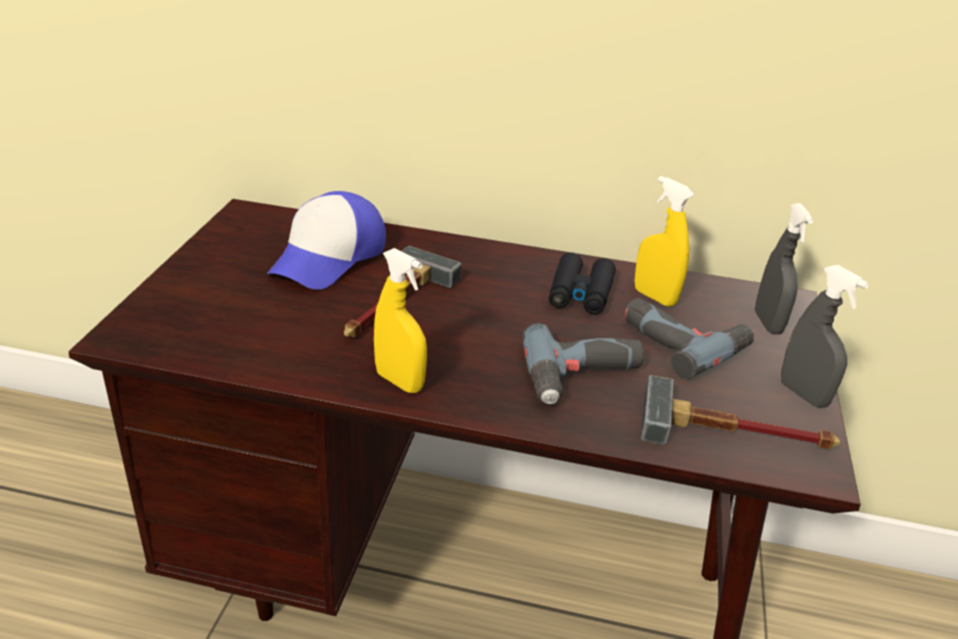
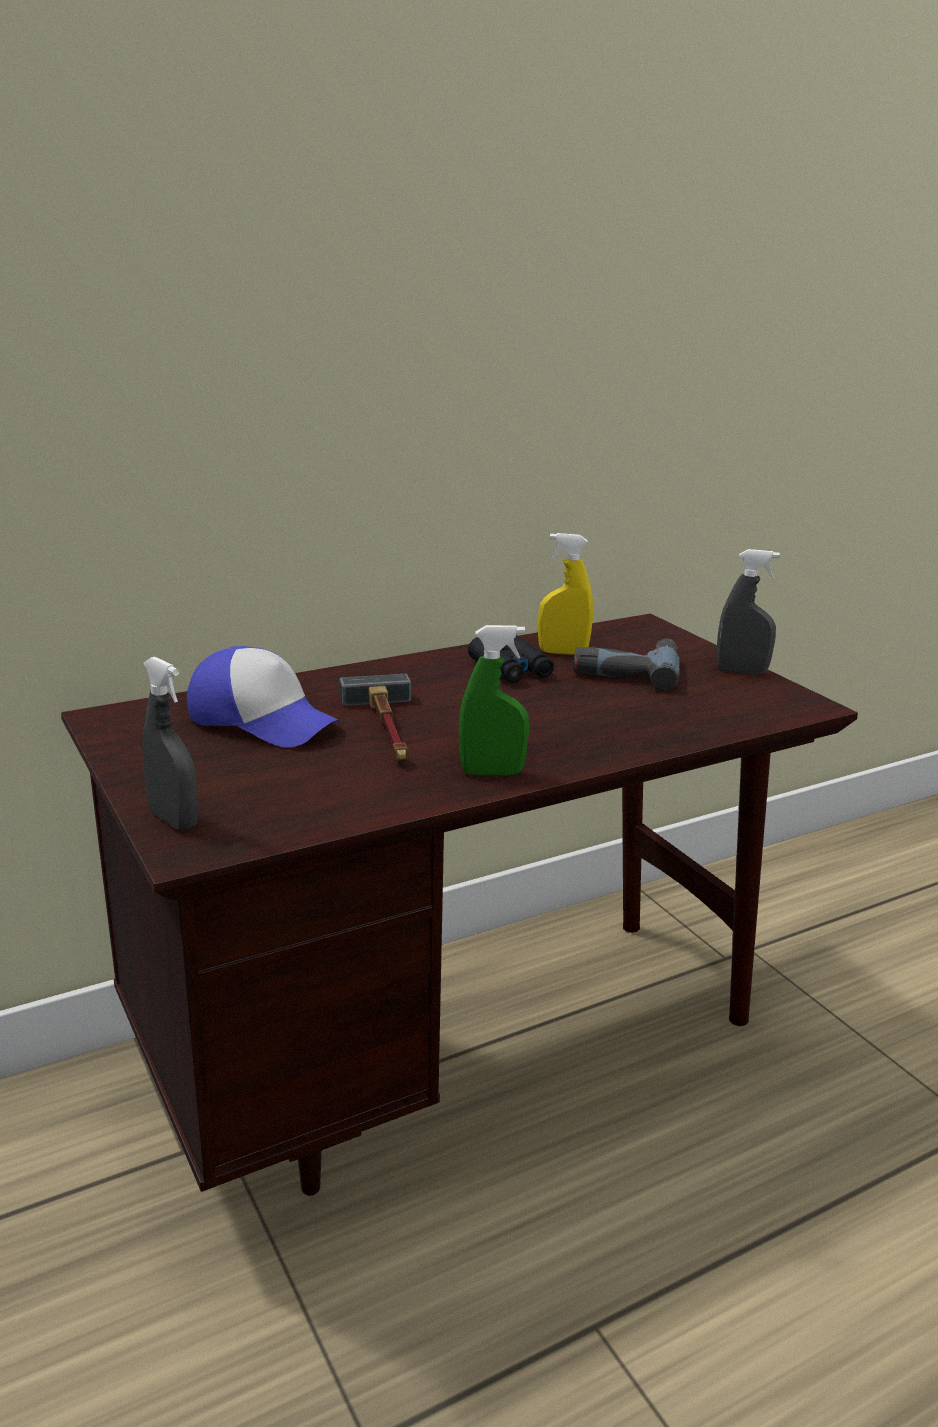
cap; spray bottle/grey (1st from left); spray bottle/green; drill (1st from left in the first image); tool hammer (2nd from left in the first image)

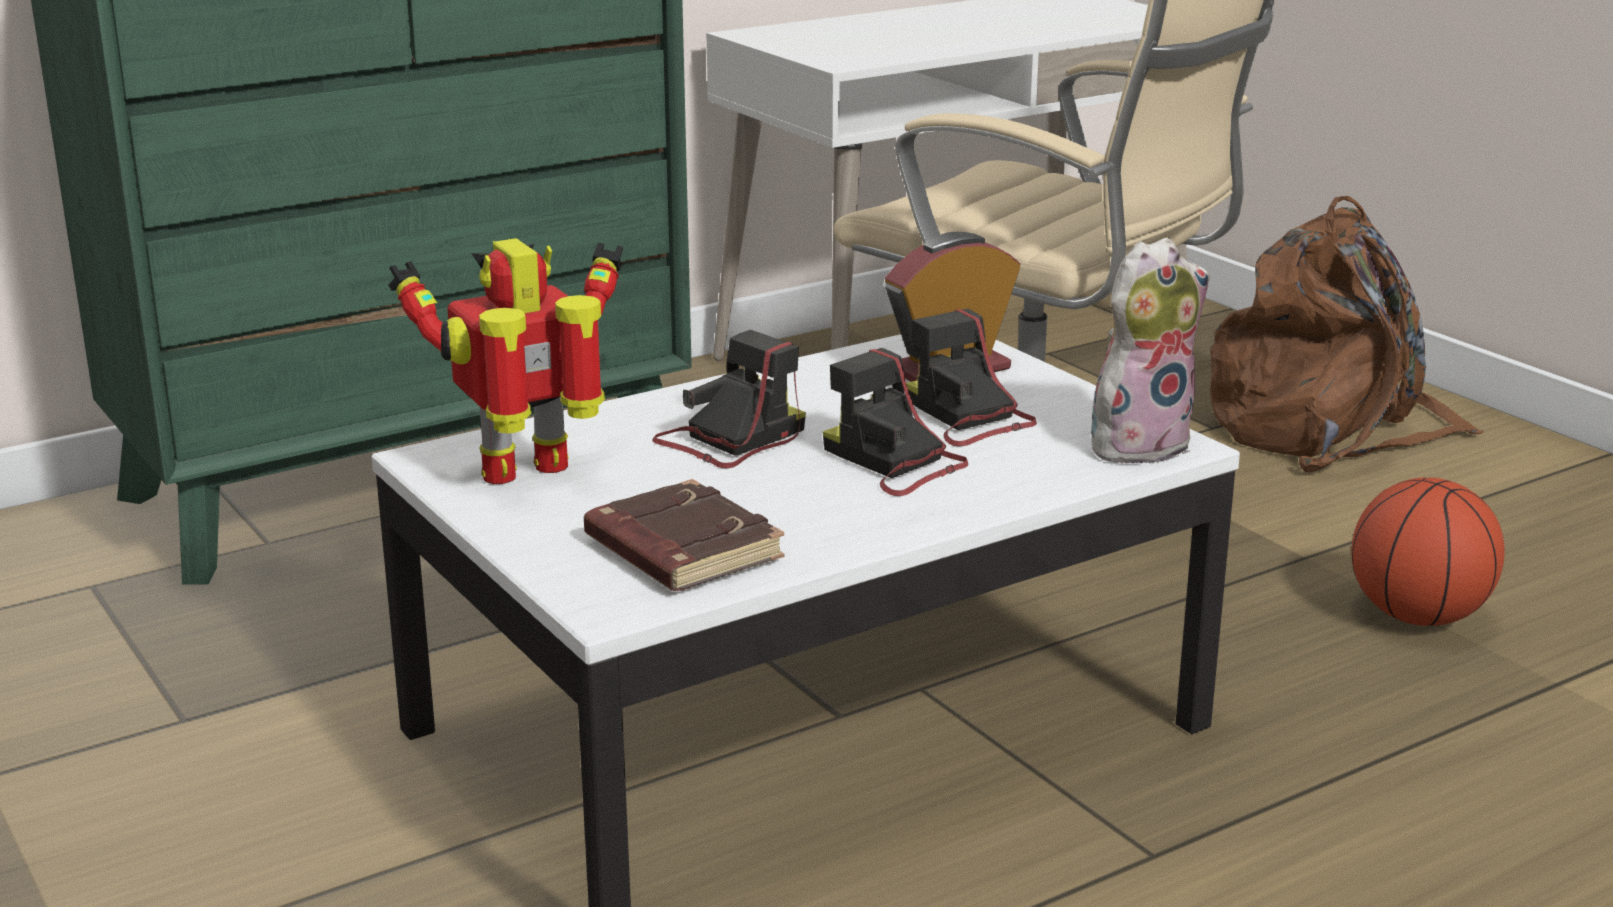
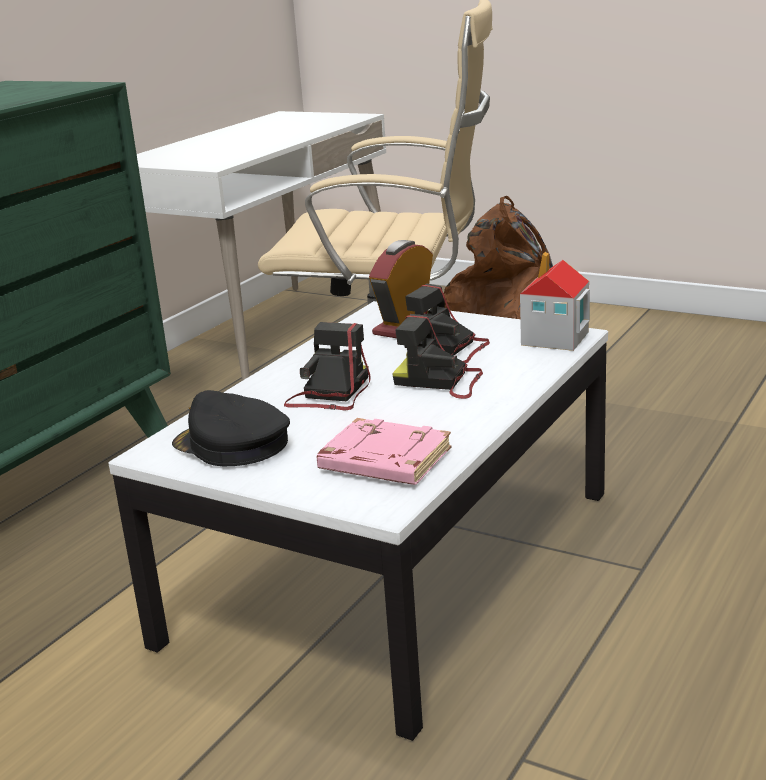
model house; cap/black; basketball ball; bound book/pink

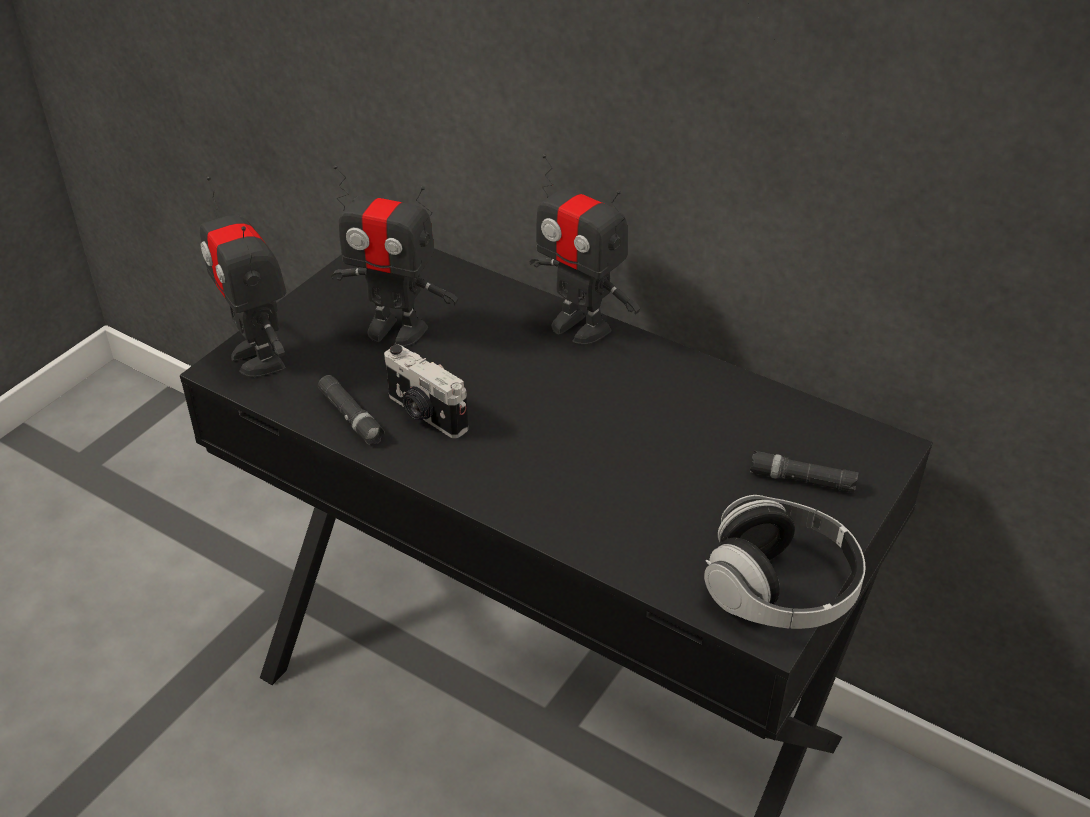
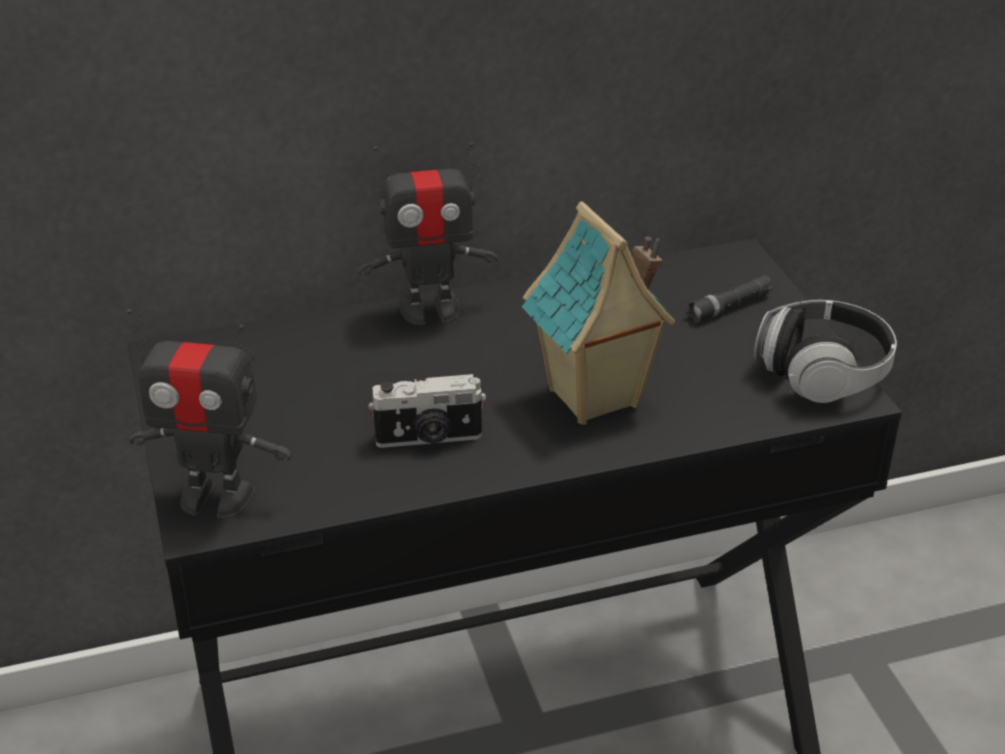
model robot (2nd from left in the first image); hand torch/black (1st from left in the first image); model house

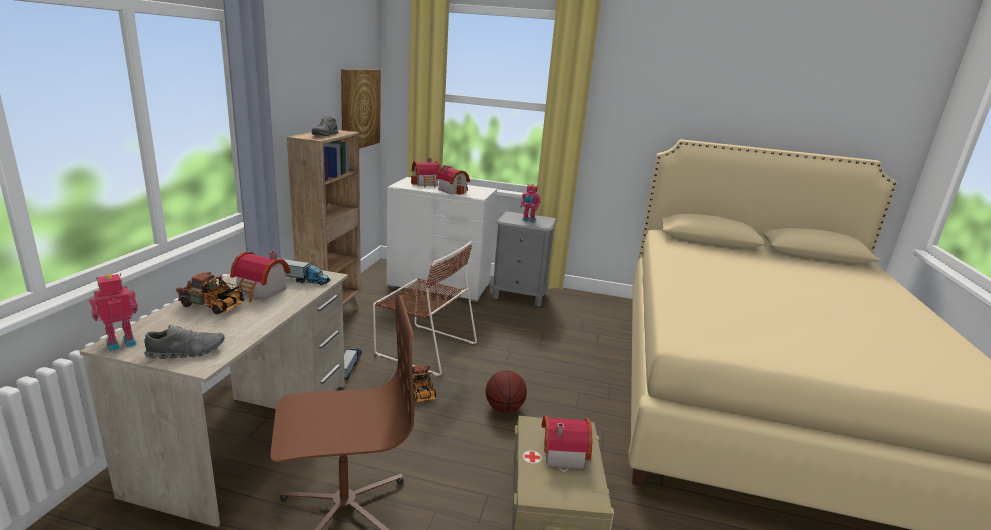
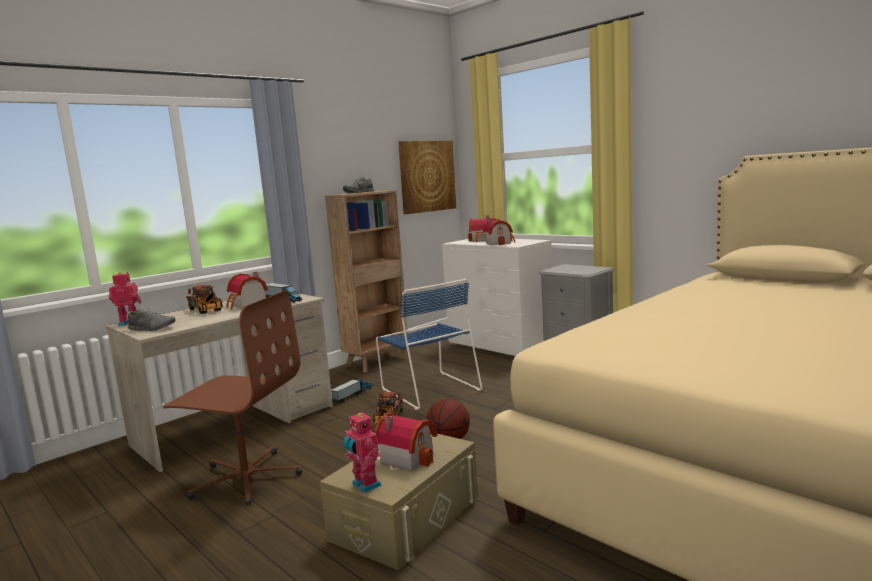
model robot (2nd from left); upright chair/blue

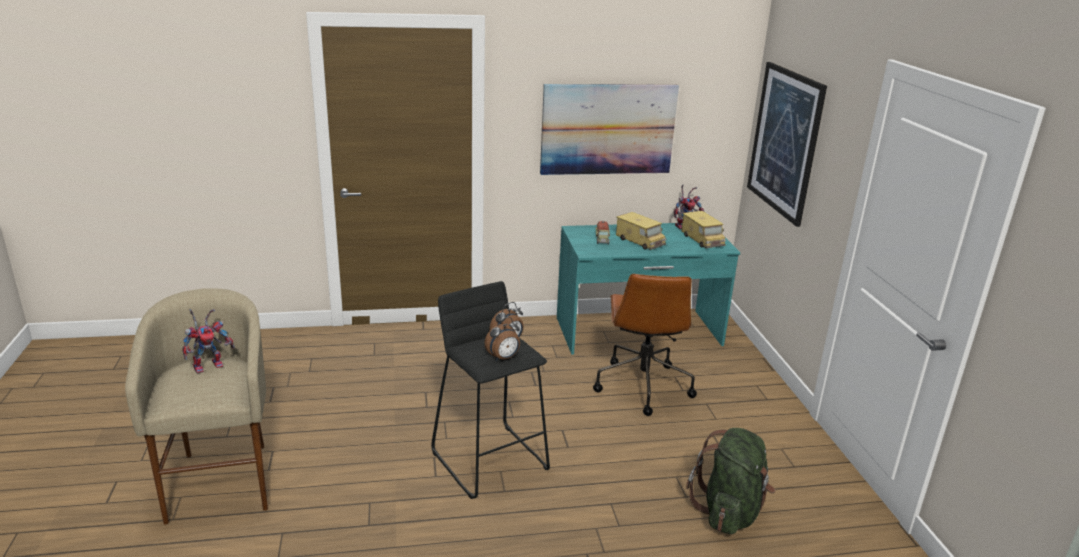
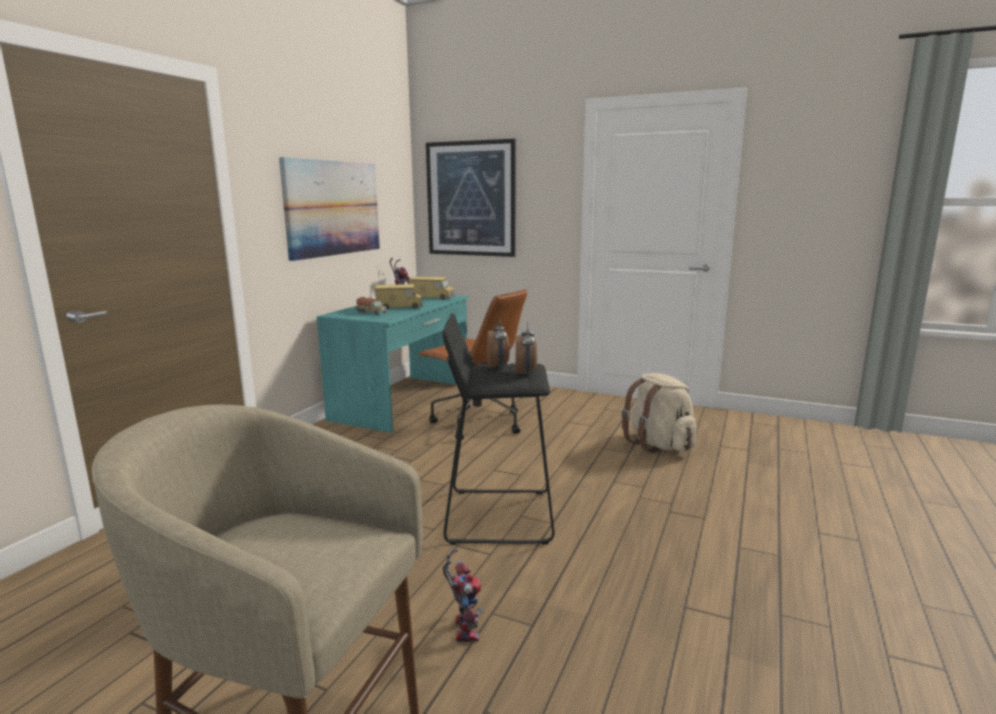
model robot (2nd from left); backpack/beige-coloured

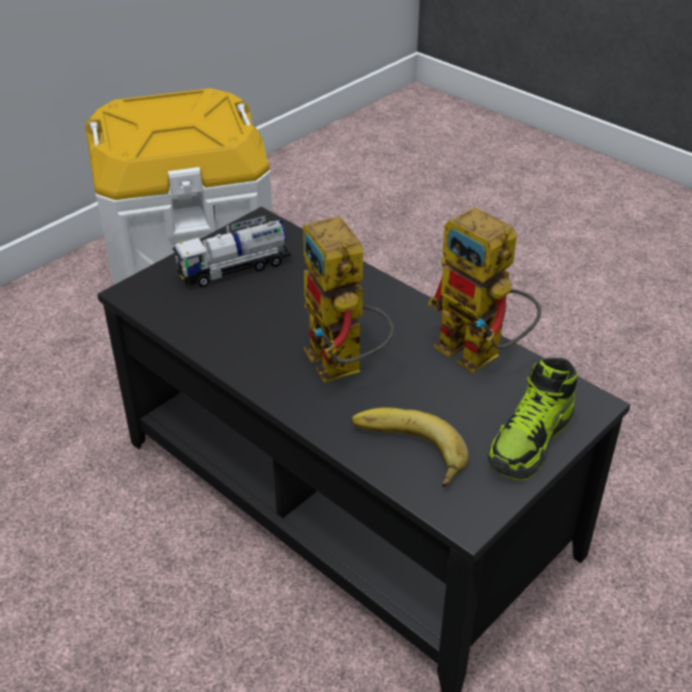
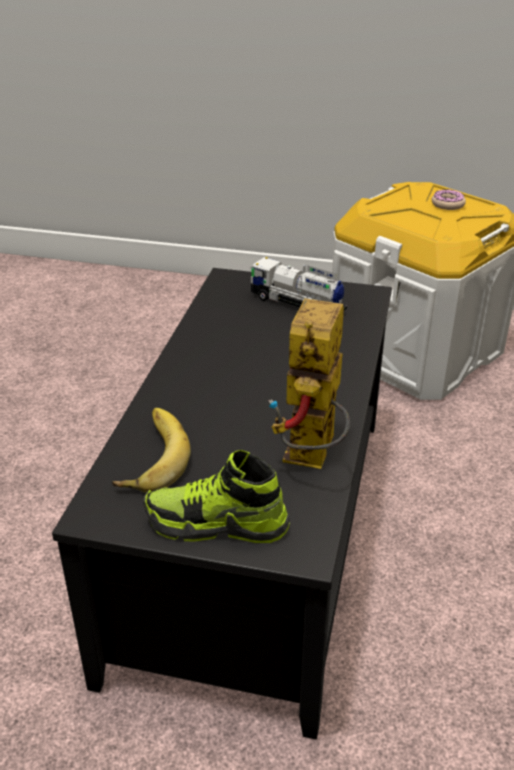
model robot (1st from left in the first image); ring doughnut

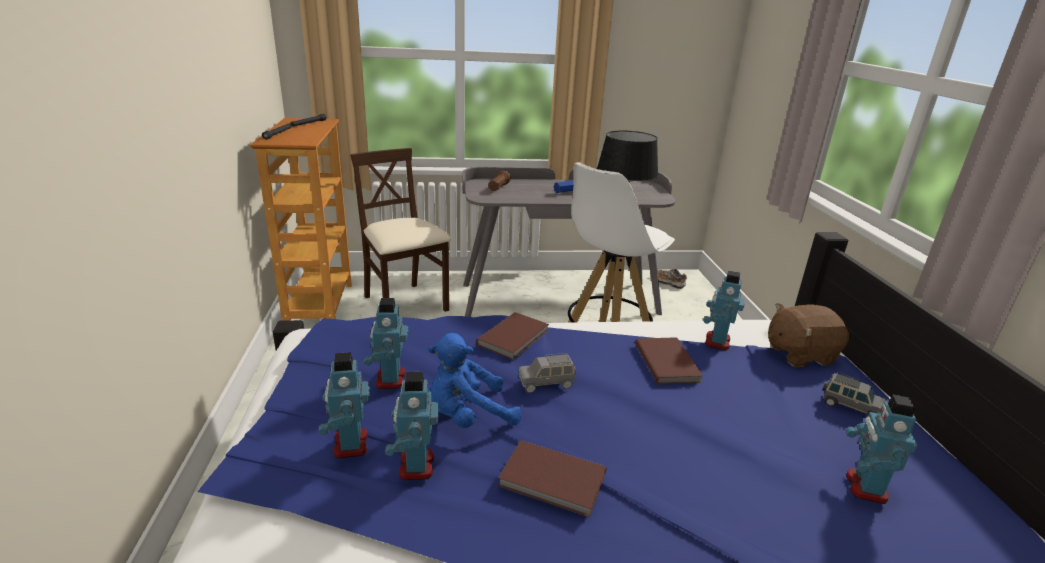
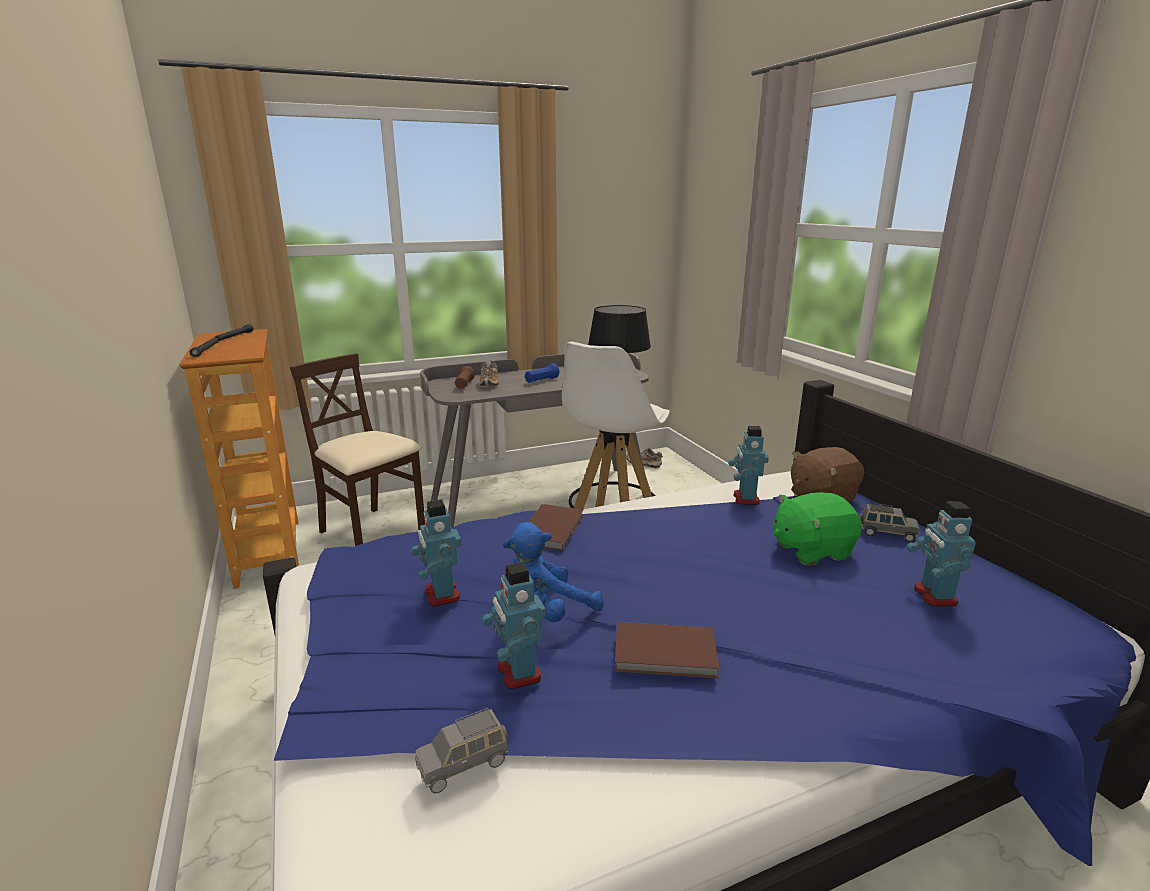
bound book/brown-coloured (3rd from left in the first image); model robot (1st from left in the first image); miniature car/grey (1st from left); shoe (1st from left); cuddly toy/green

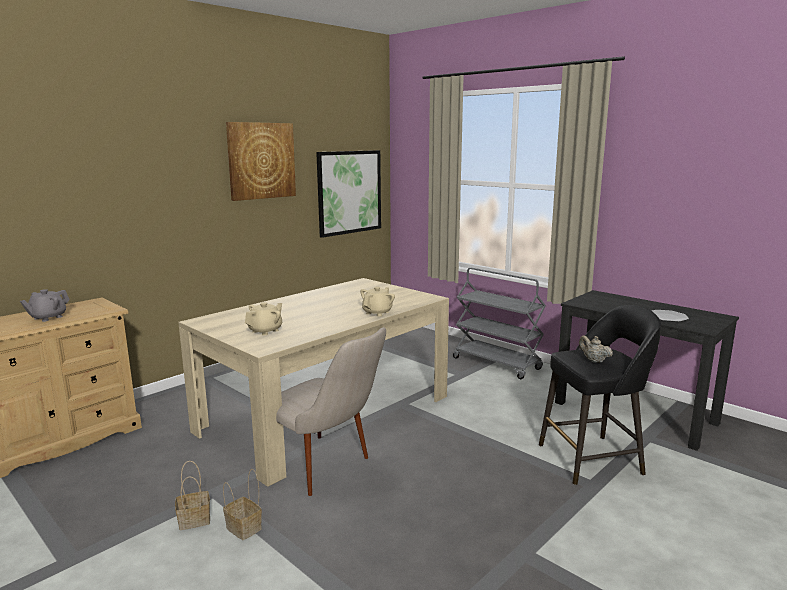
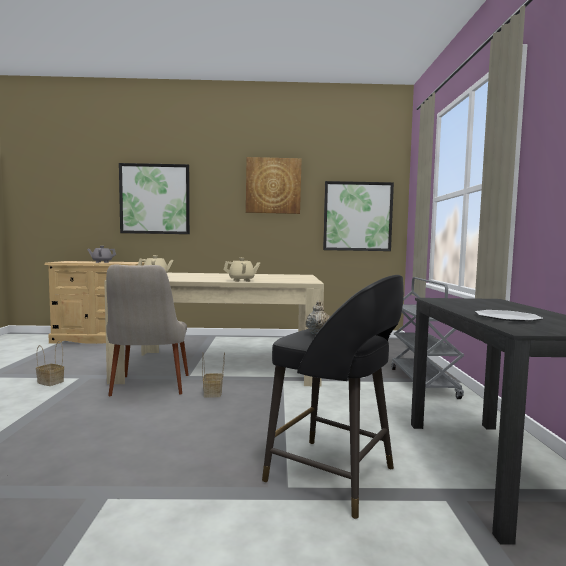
basket (2nd from left); wall art (1st from left)

